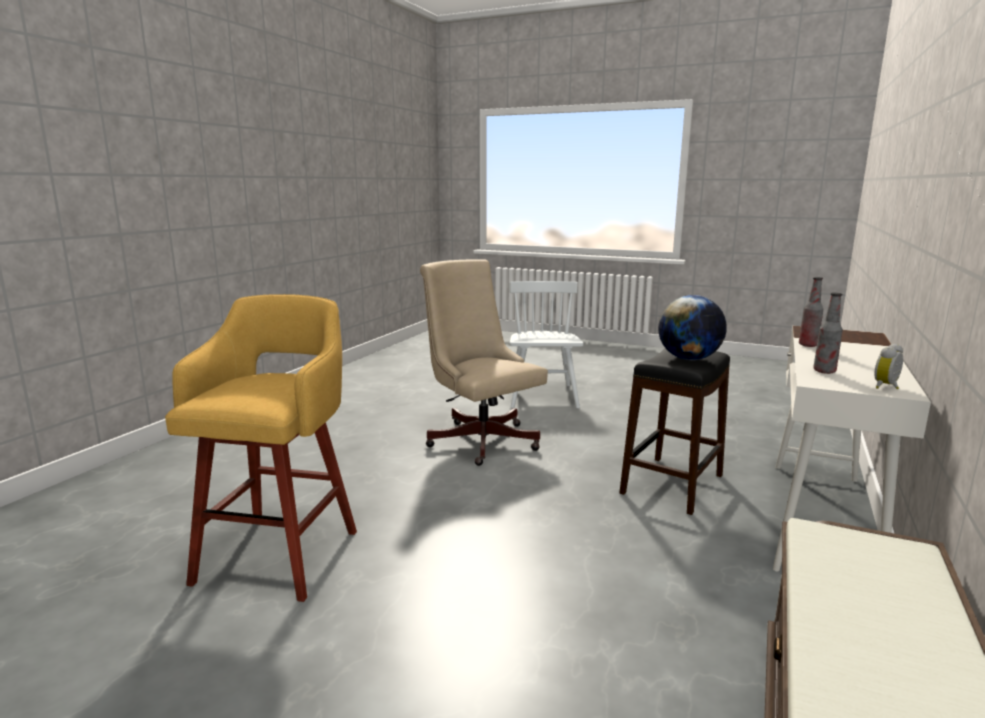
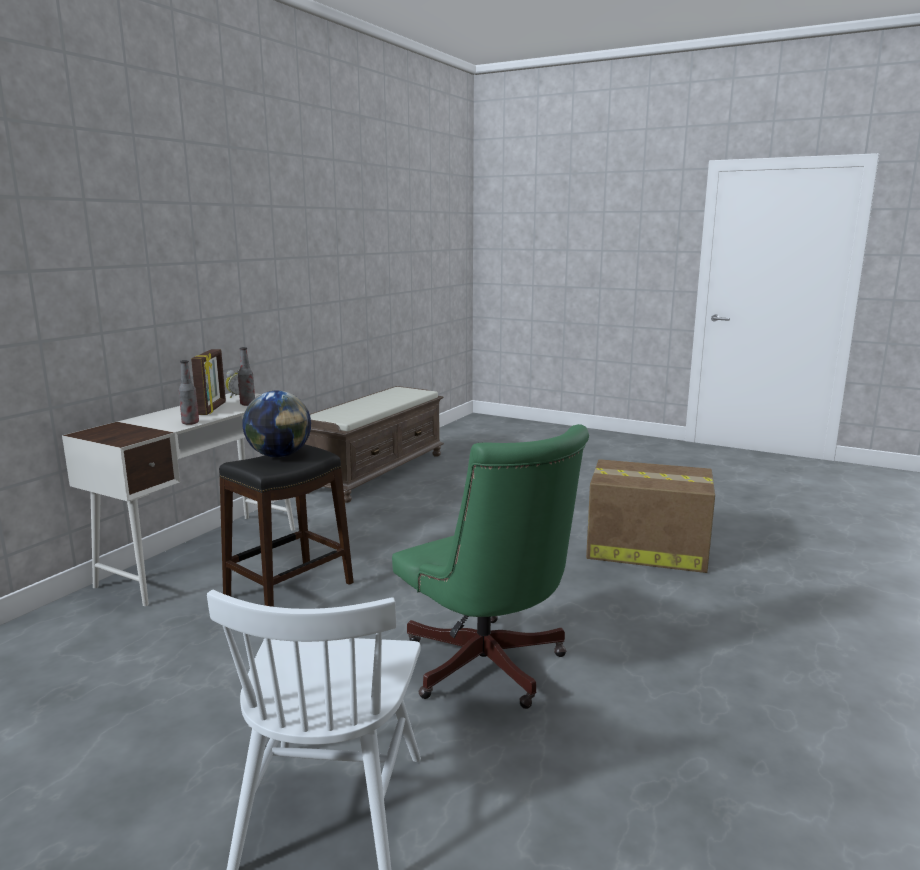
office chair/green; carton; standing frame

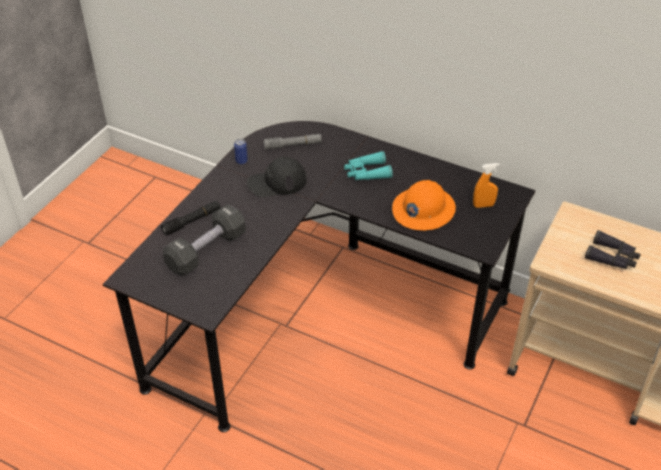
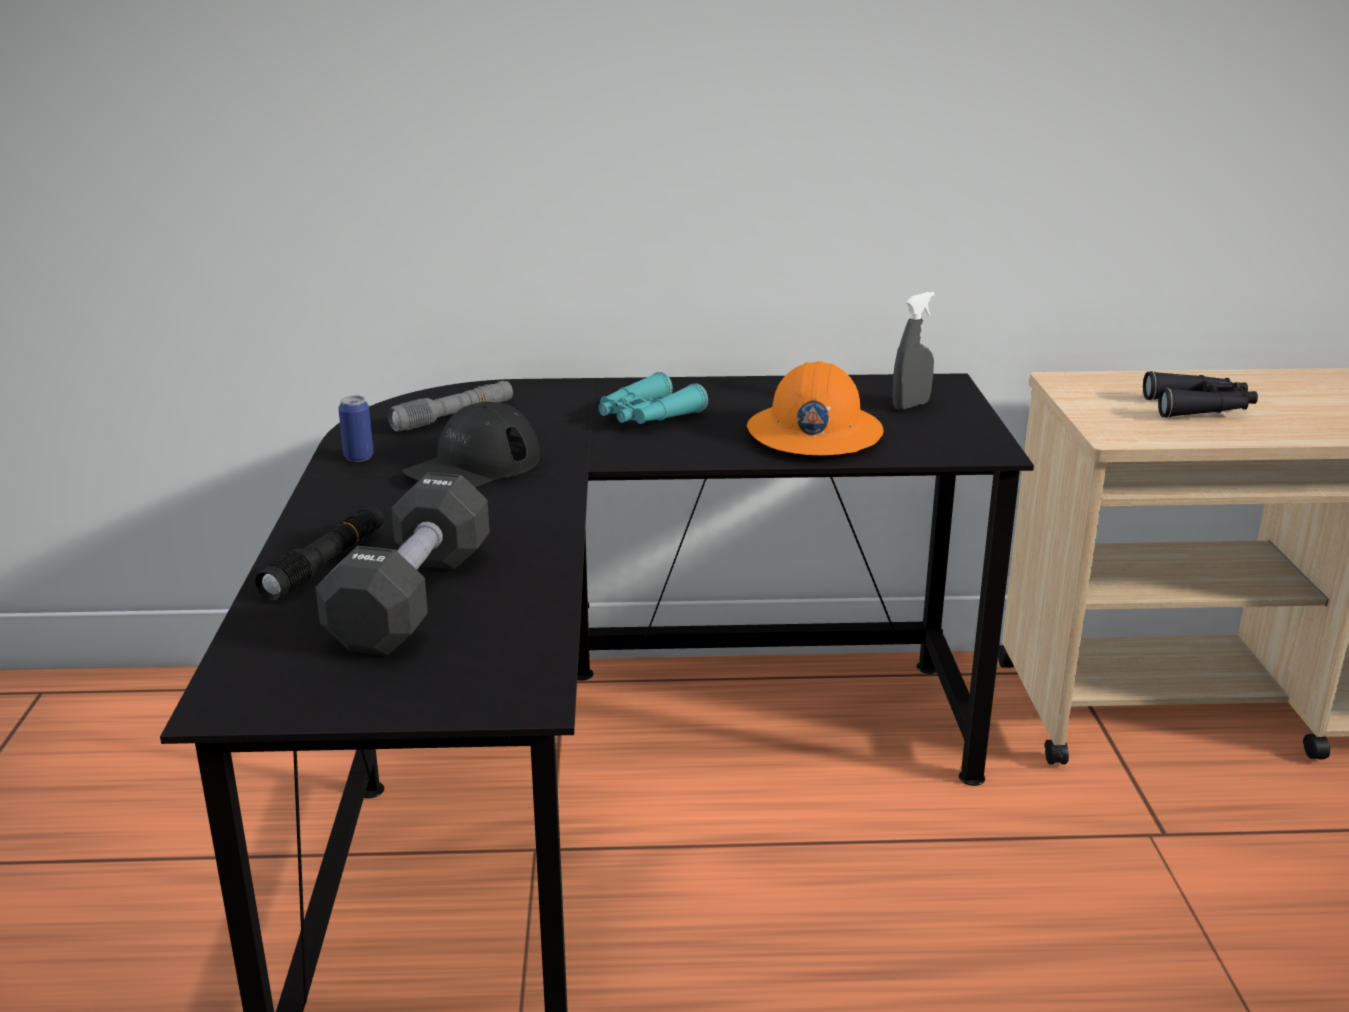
spray bottle/grey

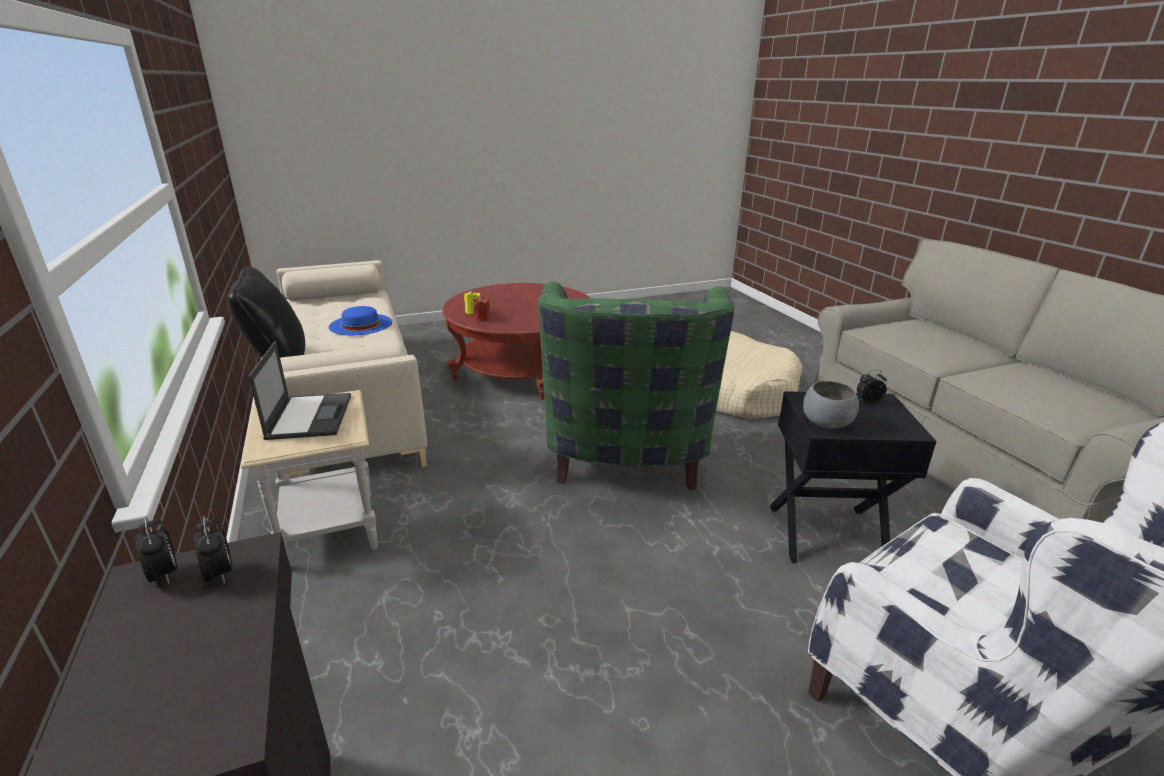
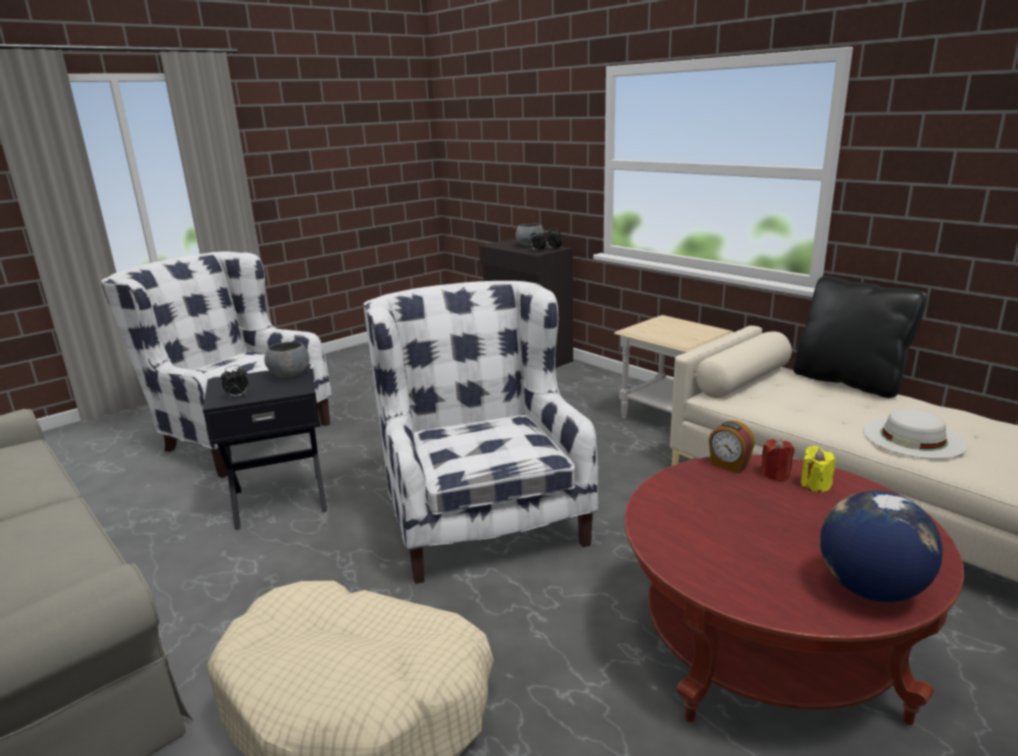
armchair/white (2nd from left); wearable hat/white; portable computer; deep dish/grey (2nd from left); table clock (4th from left); globe

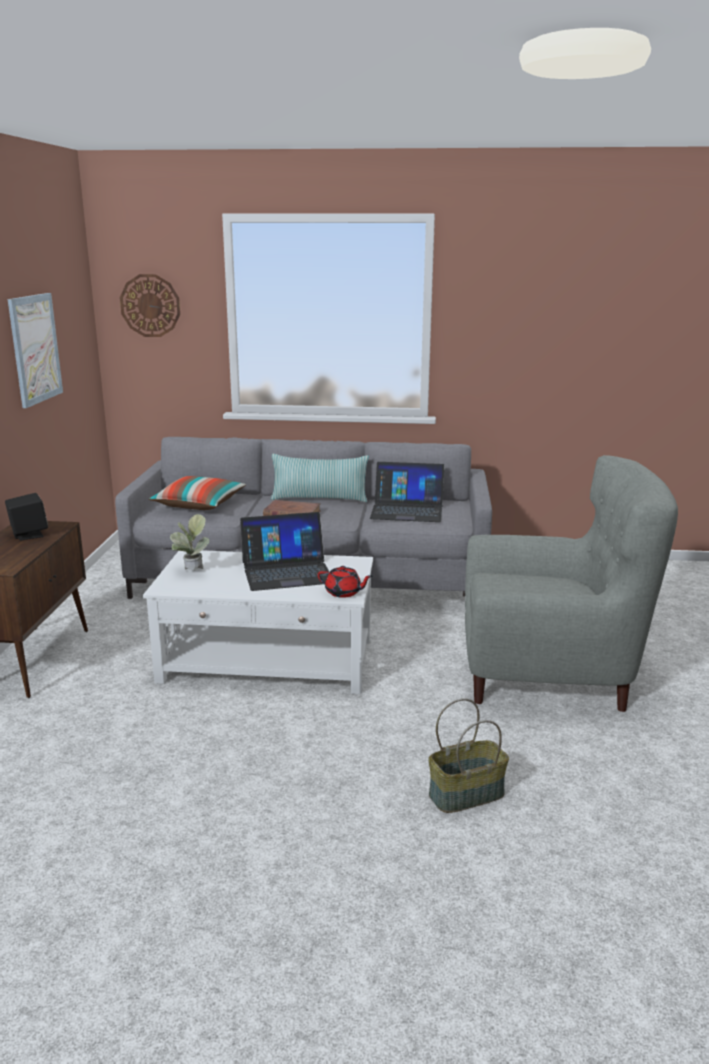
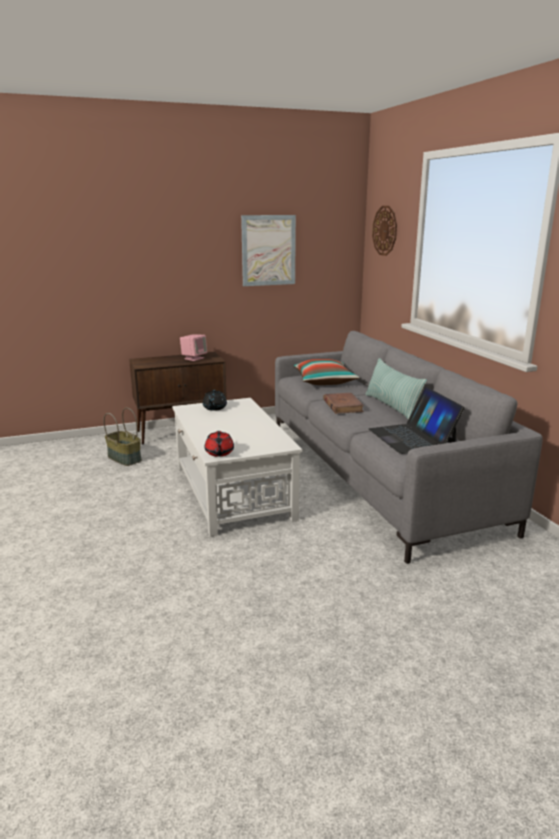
armchair/grey; loudspeaker/pink; portable computer (1st from left in the first image); pot for tea/black; basket

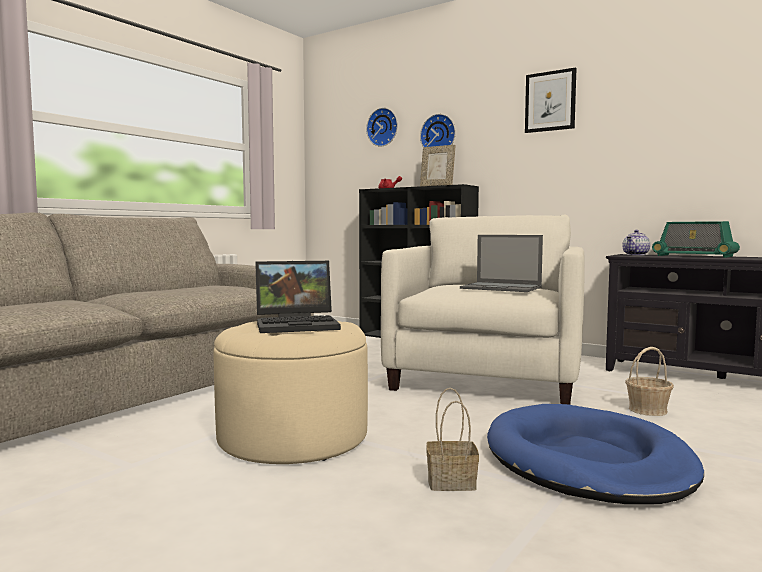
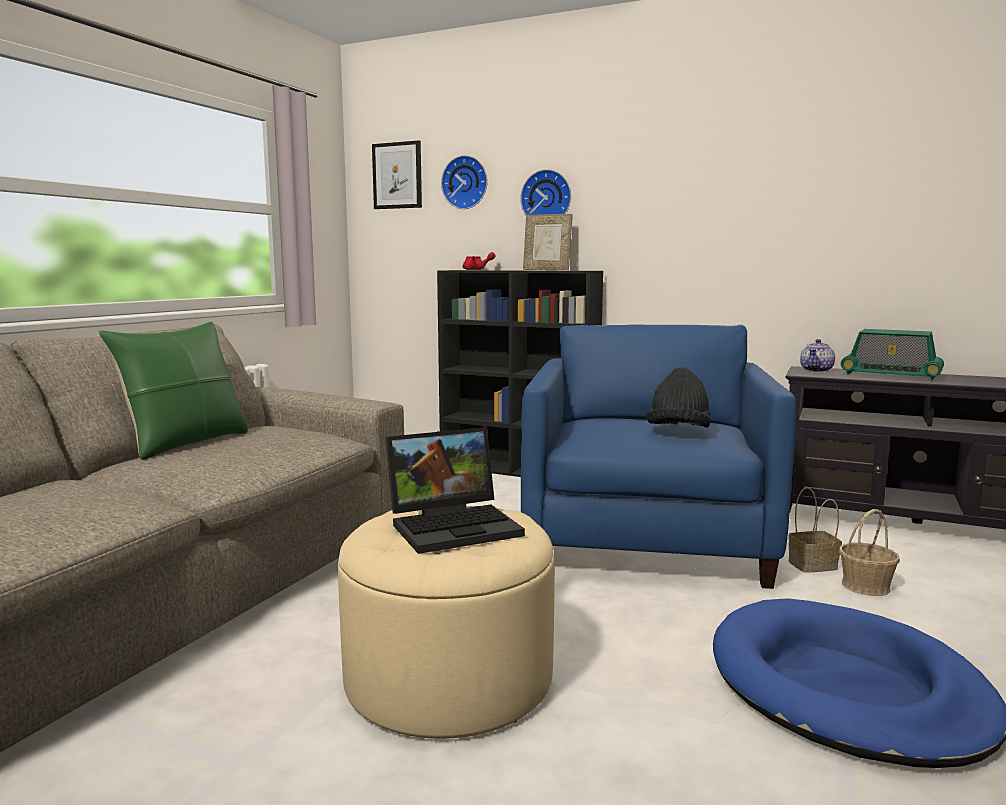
wall art; armchair/blue; wearable hat/black; basket (1st from left); cushion/green

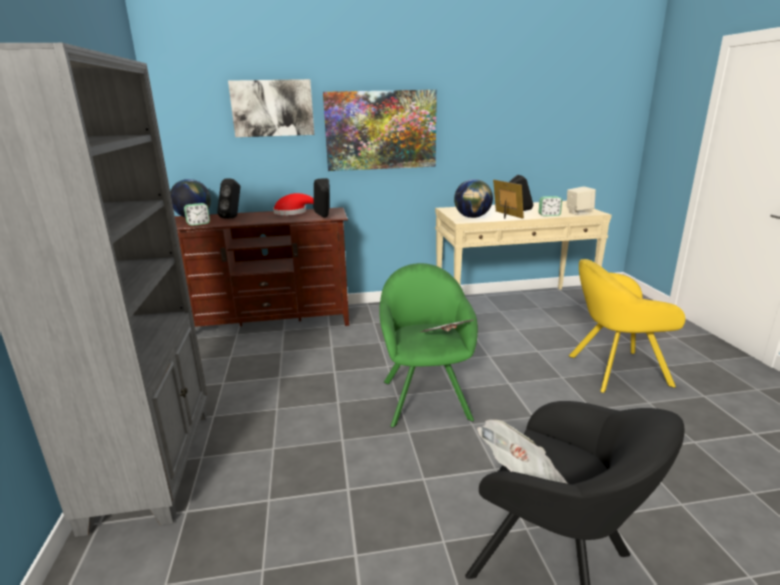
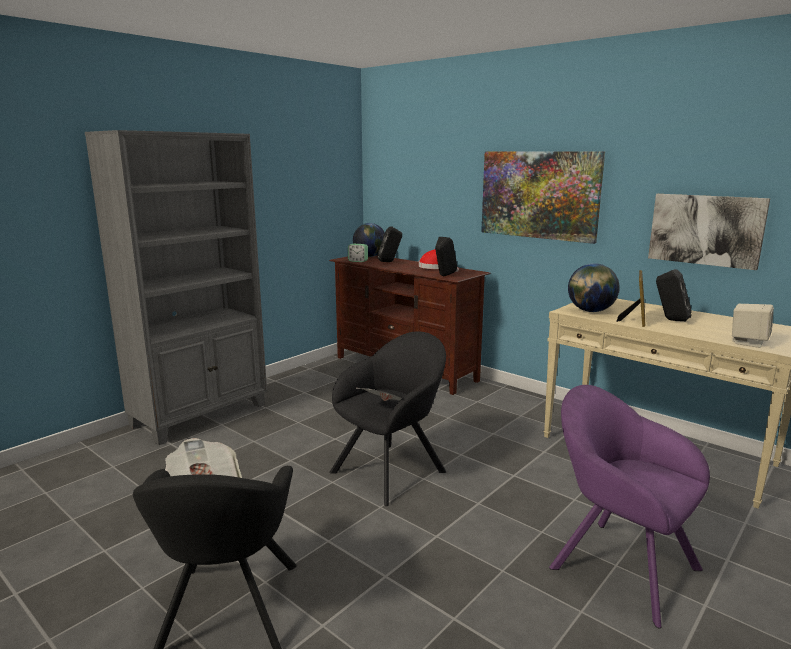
wall art (2nd from left); table clock (2nd from left in the first image); armchair/purplish; armchair/black (2nd from left)

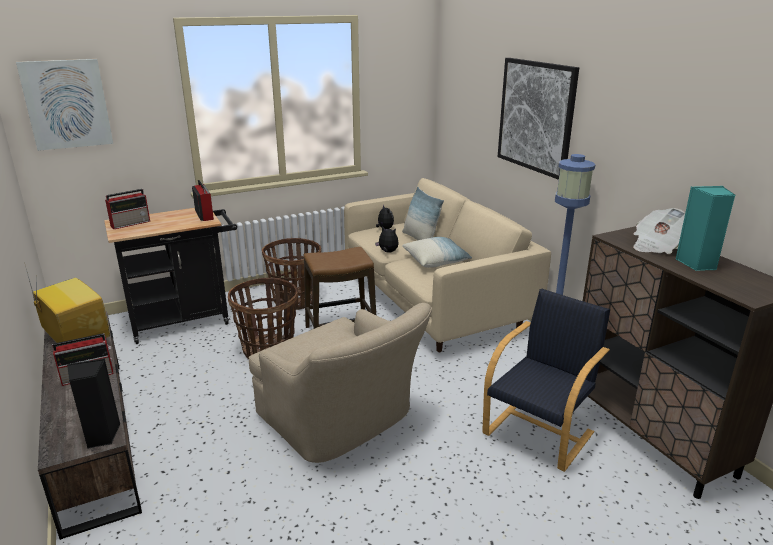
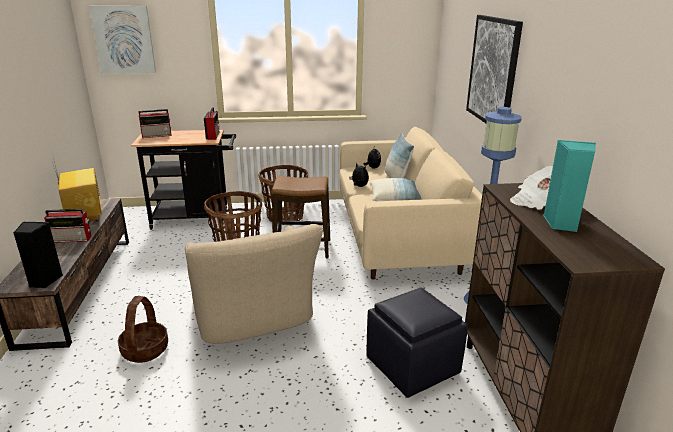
footrest/black; basket (1st from left)

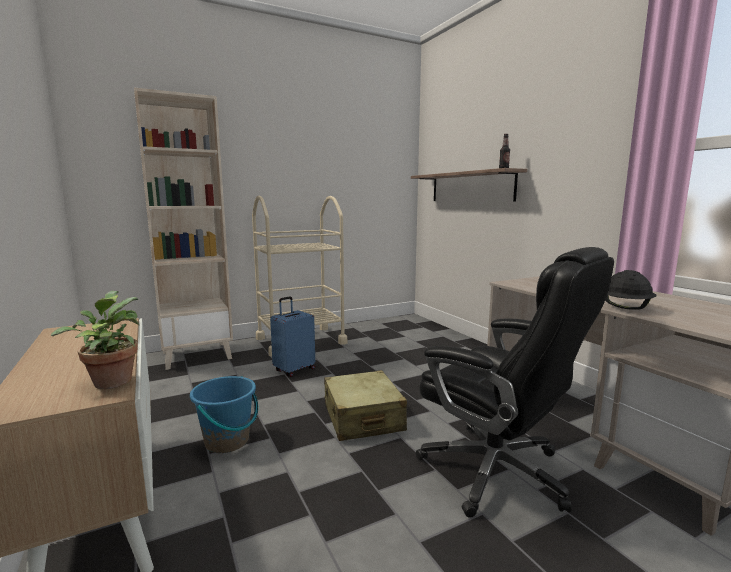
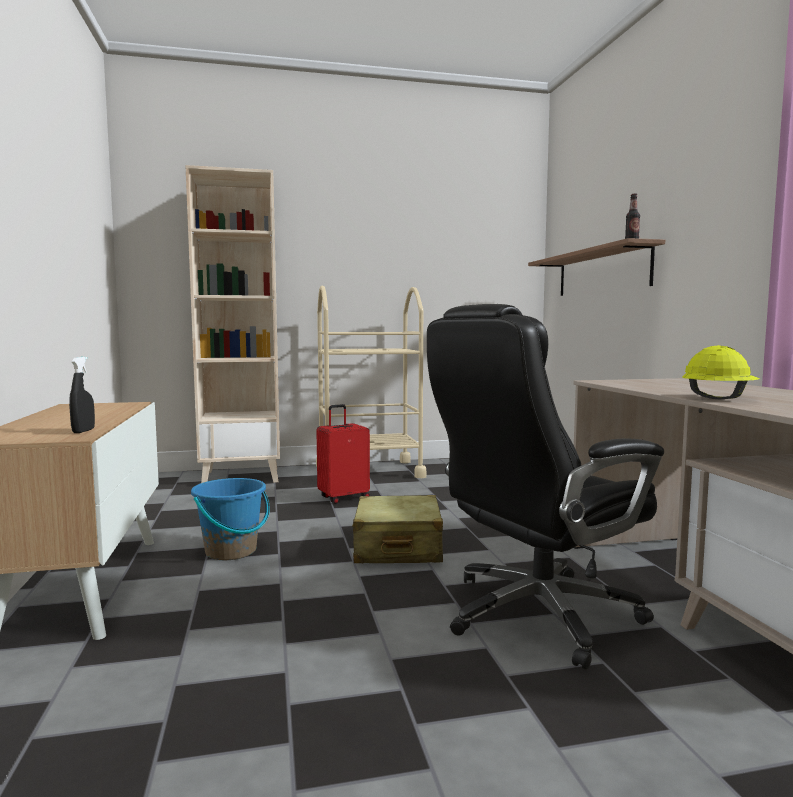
office chair/black; work helmet/yellow-coloured; spray bottle/black; travel case/reddish

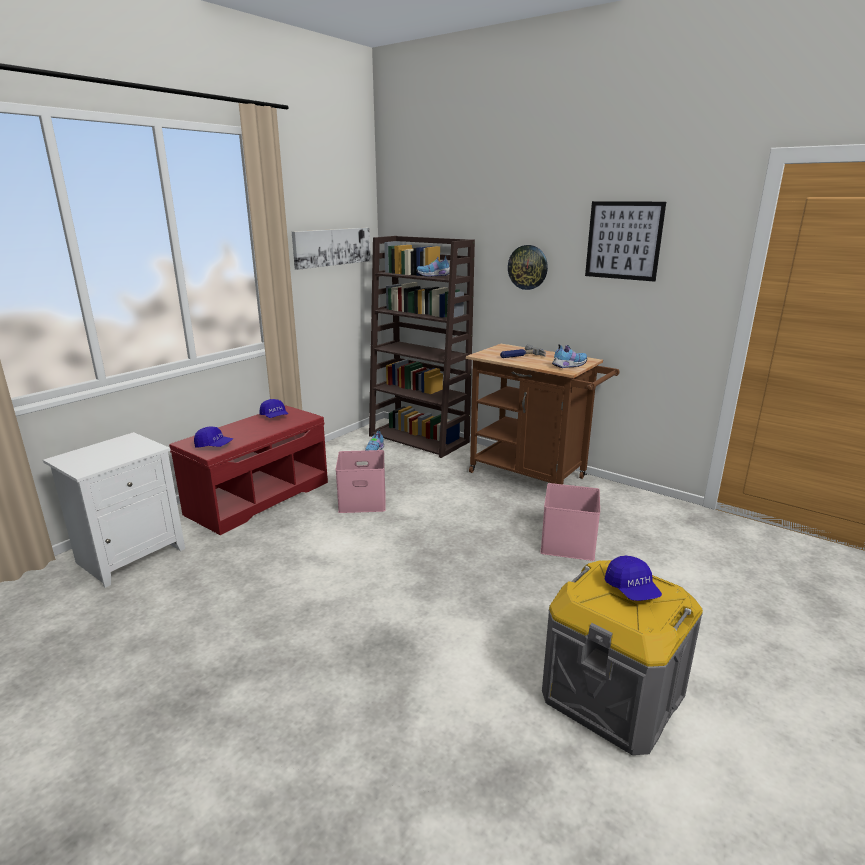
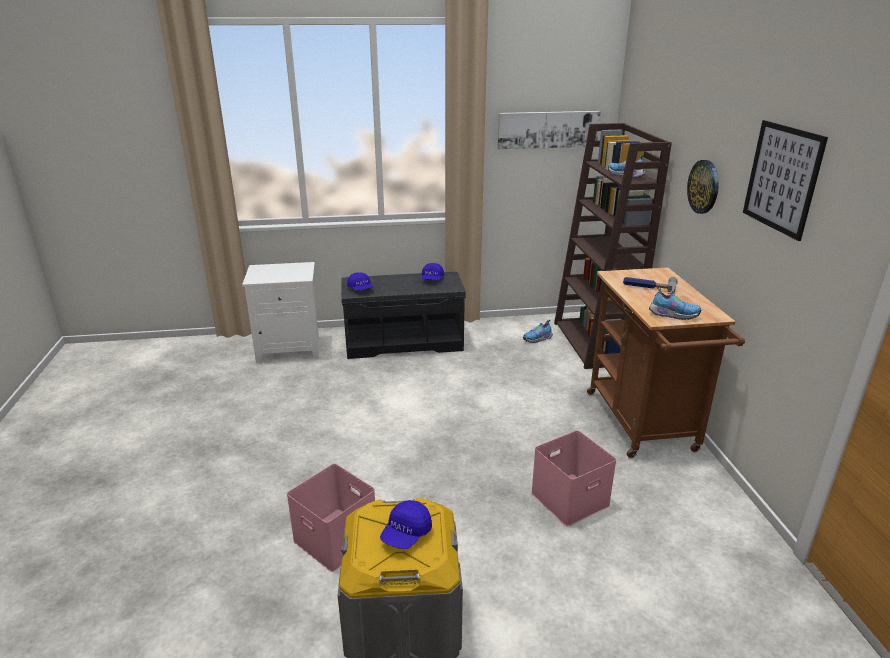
indoor bench/grey; storage box/pink (1st from left)

